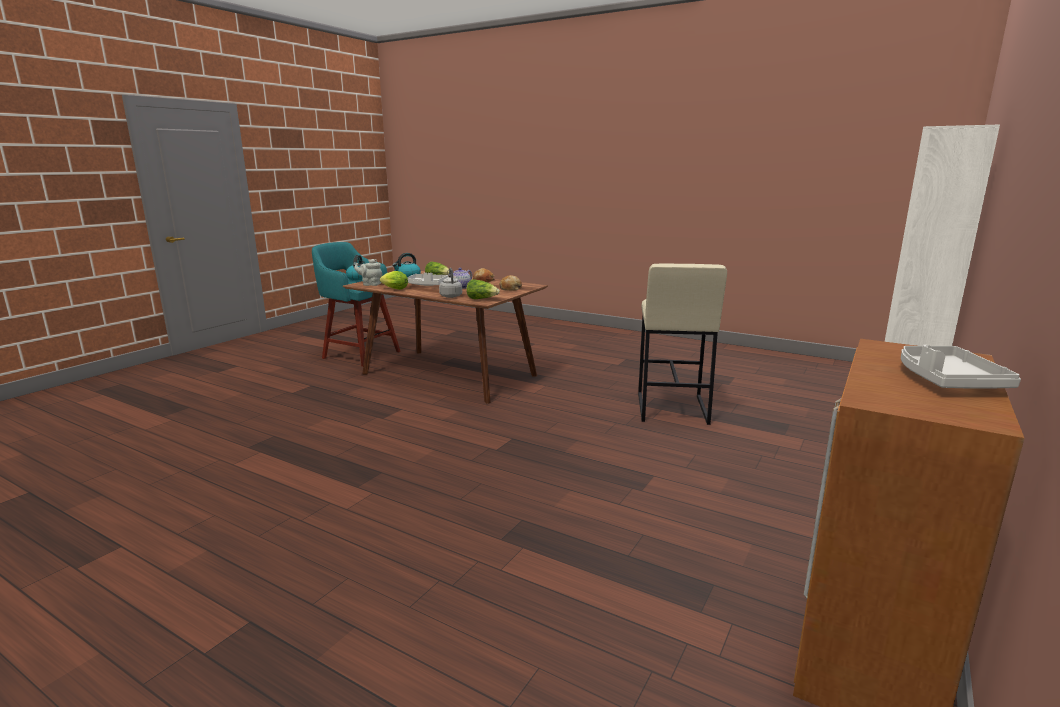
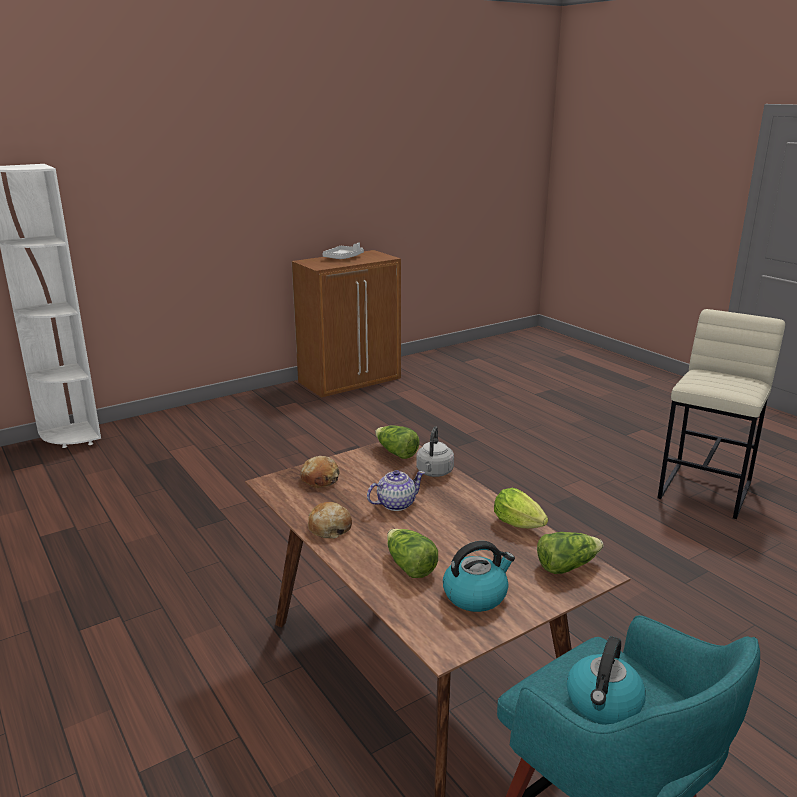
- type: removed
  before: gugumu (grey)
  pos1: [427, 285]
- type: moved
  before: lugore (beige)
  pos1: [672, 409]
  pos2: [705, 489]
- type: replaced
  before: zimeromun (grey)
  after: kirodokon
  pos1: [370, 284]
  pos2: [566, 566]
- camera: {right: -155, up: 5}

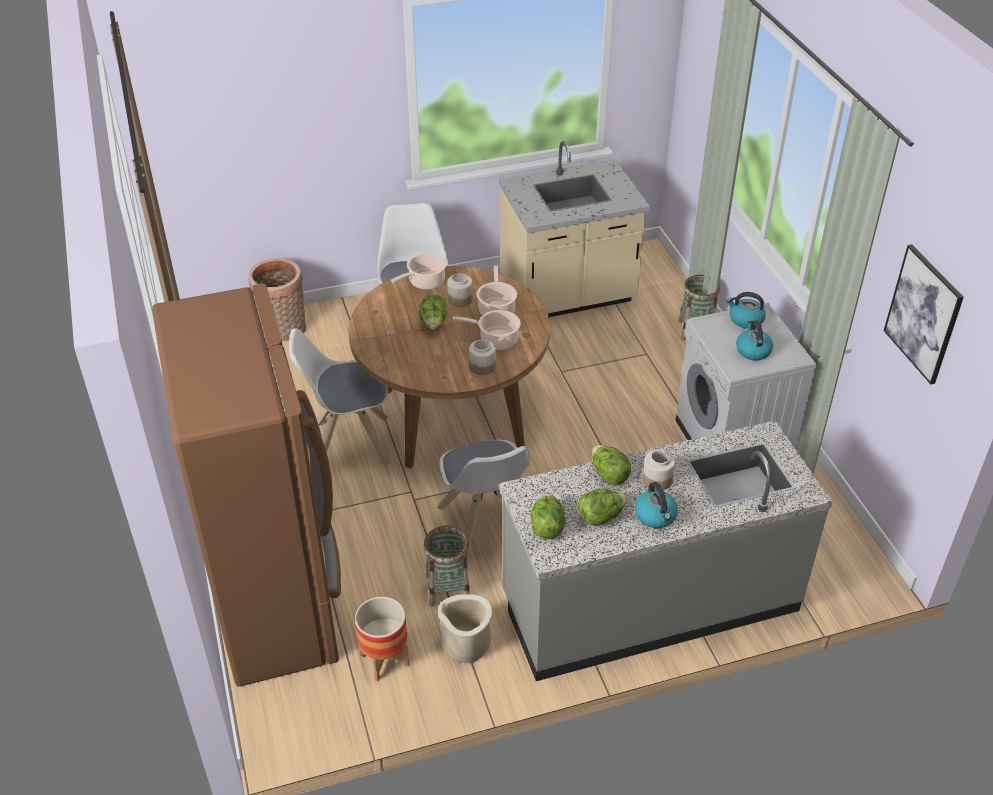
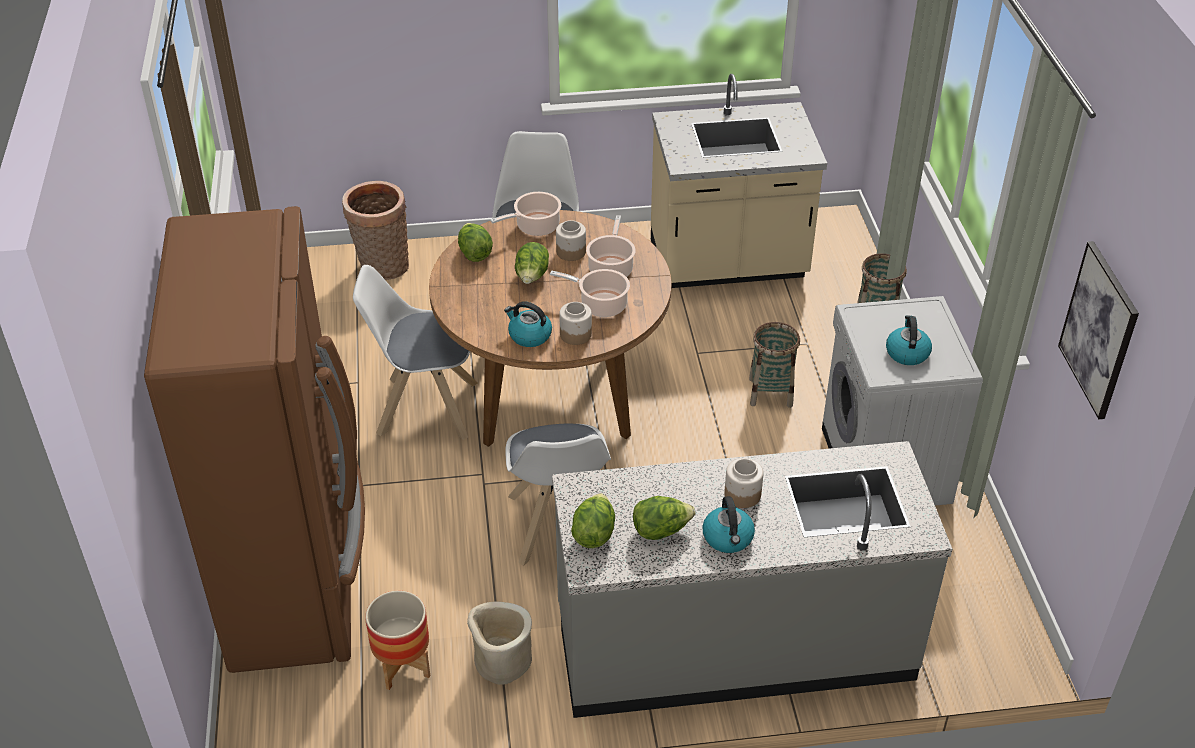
- type: moved
  before: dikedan
  pos1: [448, 588]
  pos2: [770, 392]
- type: moved
  before: kirodokon
  pos1: [609, 475]
  pos2: [474, 253]
- type: moved
  before: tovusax
  pos1: [745, 320]
  pos2: [529, 335]
- camera: {right: 10, up: 0}

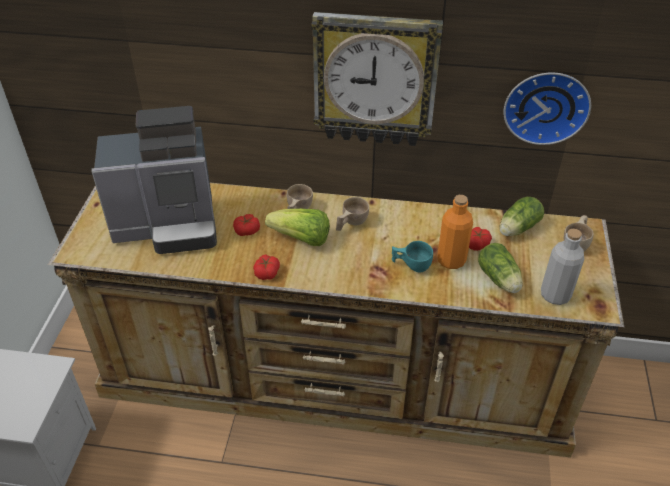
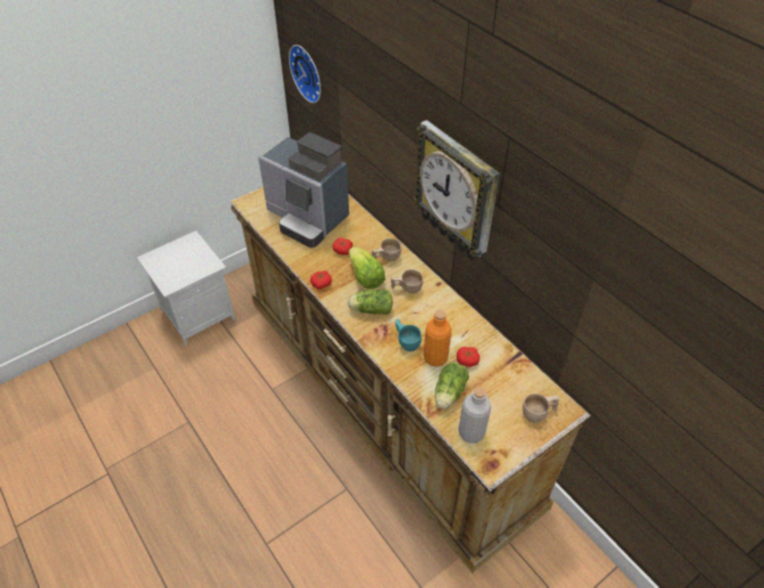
- type: moved
  before: kirodokon
  pos1: [517, 229]
  pos2: [370, 309]
- type: moved
  before: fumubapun
  pos1: [546, 106]
  pos2: [308, 72]
- camera: {right: 45, up: 5}

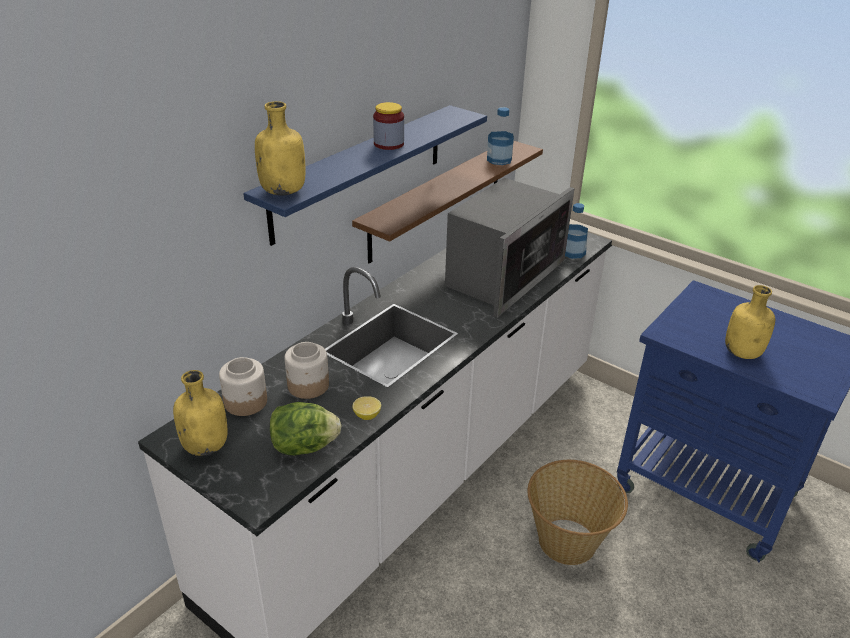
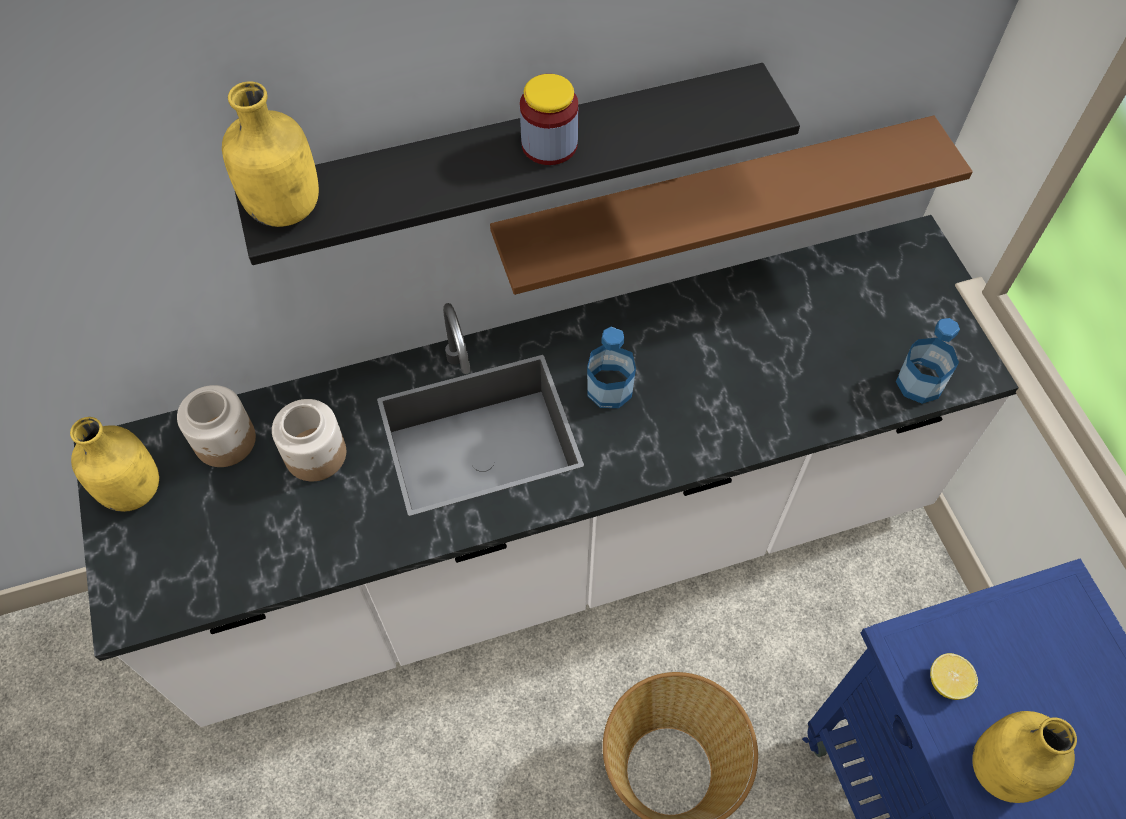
- type: removed
  before: kirodokon
  pos1: [304, 446]
- type: removed
  before: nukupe
  pos1: [503, 276]
- type: moved
  before: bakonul
  pos1: [367, 415]
  pos2: [947, 682]
- type: moved
  before: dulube
  pos1: [499, 160]
  pos2: [609, 389]
- type: recoloured
  before: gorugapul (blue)
  after: gorugapul (black)
  pos1: [360, 172]
  pos2: [511, 160]
- camera: {right: 35, up: 25}

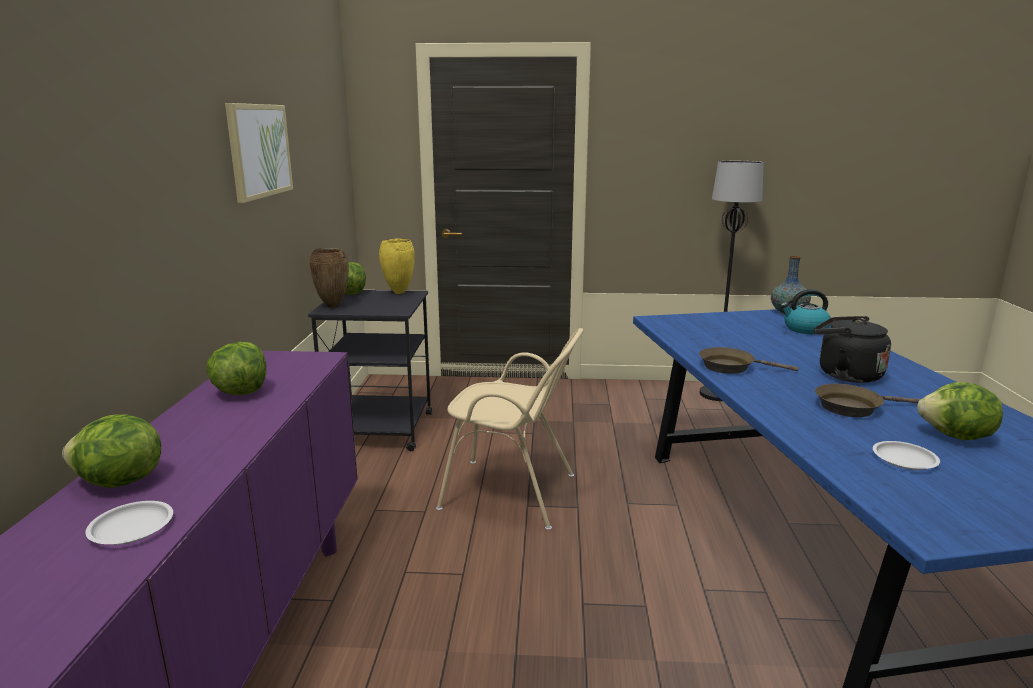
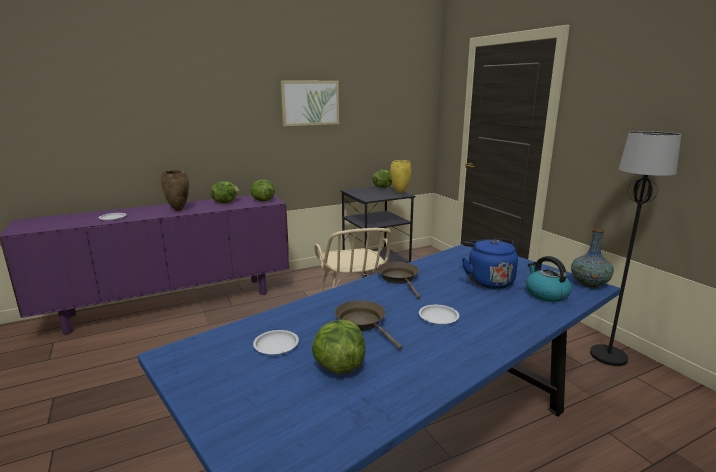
- type: added
  after: tovusax (blue)
  pos2: [488, 281]
- type: moved
  before: kirodokon
  pos1: [119, 482]
  pos2: [262, 200]
- type: moved
  before: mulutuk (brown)
  pos1: [333, 306]
  pos2: [179, 210]
- type: replaced
  before: tovusax (black)
  after: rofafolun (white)
  pos1: [845, 374]
  pos2: [438, 317]
- camera: {right: 60, up: 0}

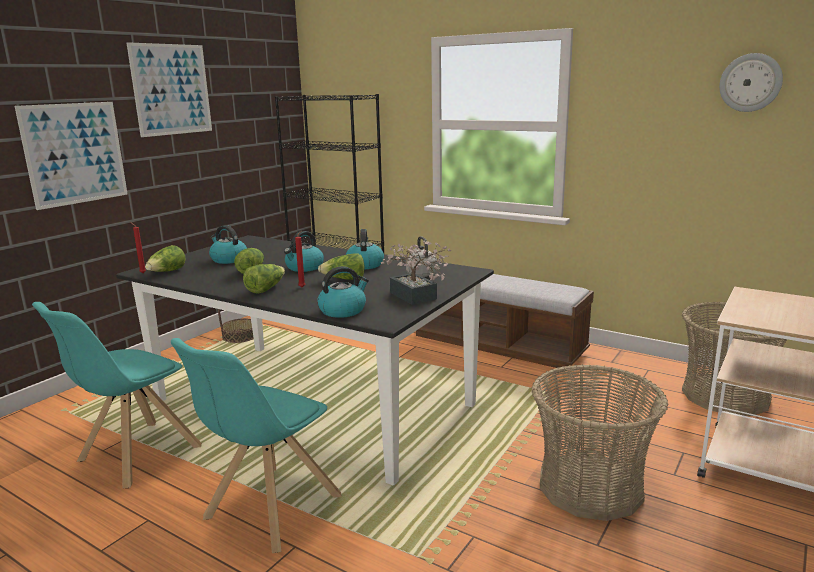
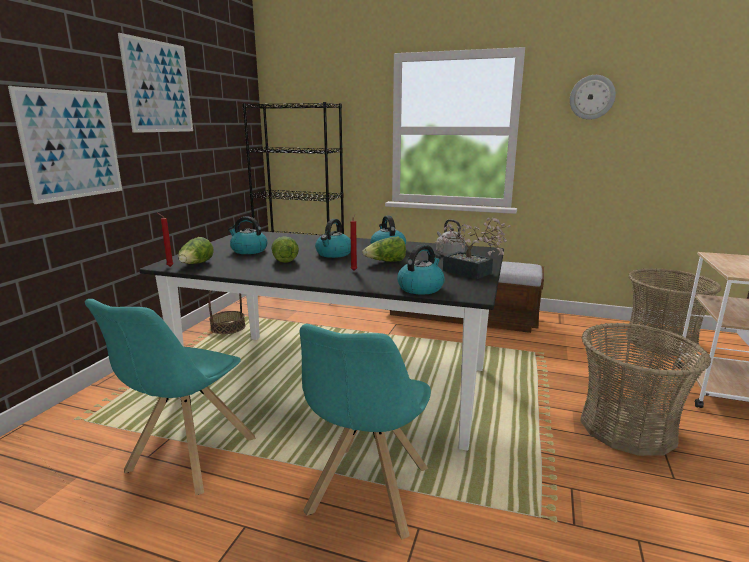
- type: removed
  before: kirodokon
  pos1: [265, 289]
- type: moved
  before: fumubapun
  pos1: [750, 82]
  pos2: [592, 97]
- camera: {right: -15, up: 0}

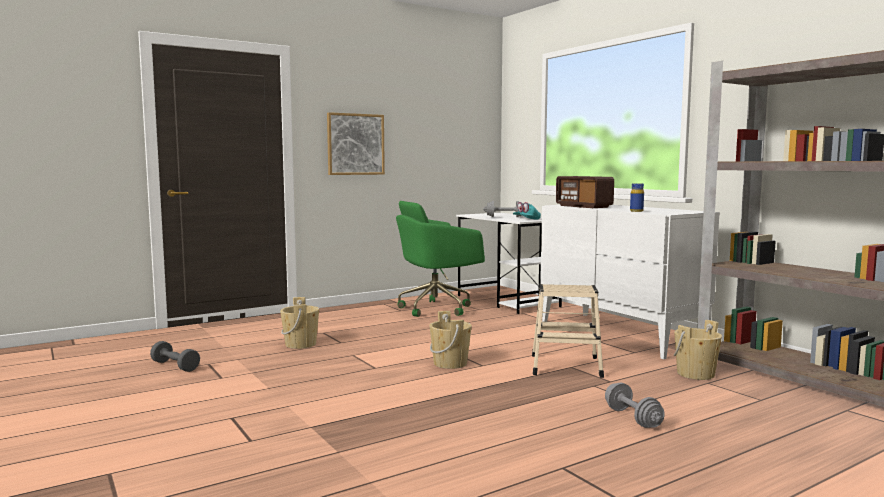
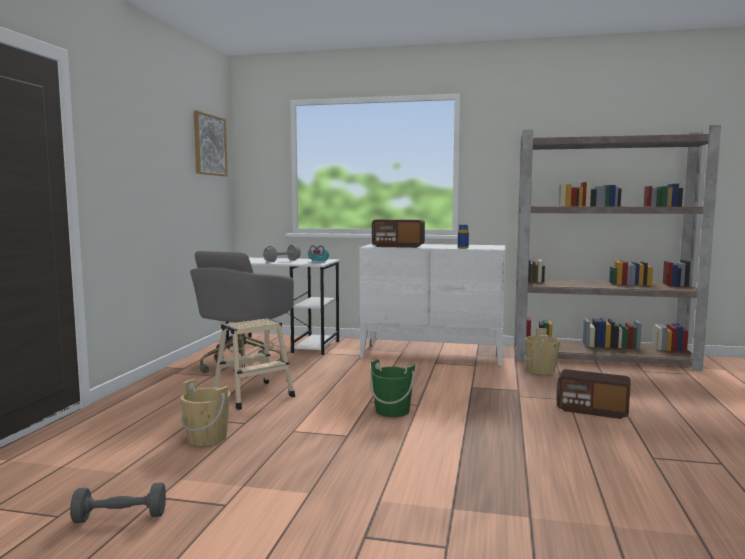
- type: moved
  before: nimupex
  pos1: [355, 144]
  pos2: [209, 145]
- type: moved
  before: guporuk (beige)
  pos1: [566, 365]
  pos2: [253, 395]
- type: replaced
  before: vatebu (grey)
  after: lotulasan
  pos1: [632, 418]
  pos2: [592, 410]
- type: recoloured
  before: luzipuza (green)
  after: luzipuza (grey)
  pos1: [438, 308]
  pos2: [244, 365]
- type: recoloured
  before: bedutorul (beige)
  after: bedutorul (green)
  pos1: [450, 363]
  pos2: [392, 411]
- camera: {right: -45, up: 0}

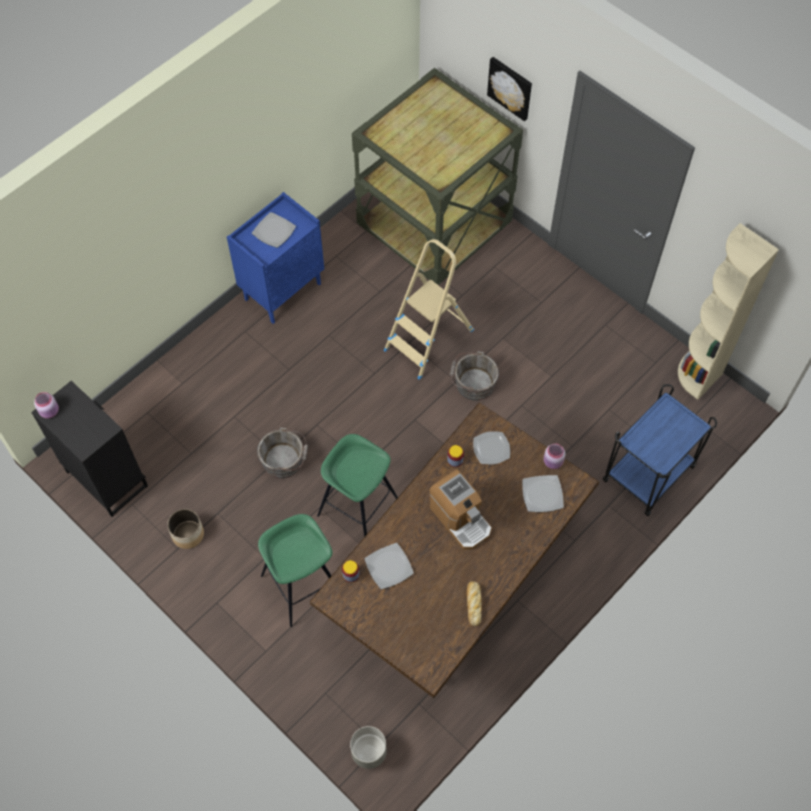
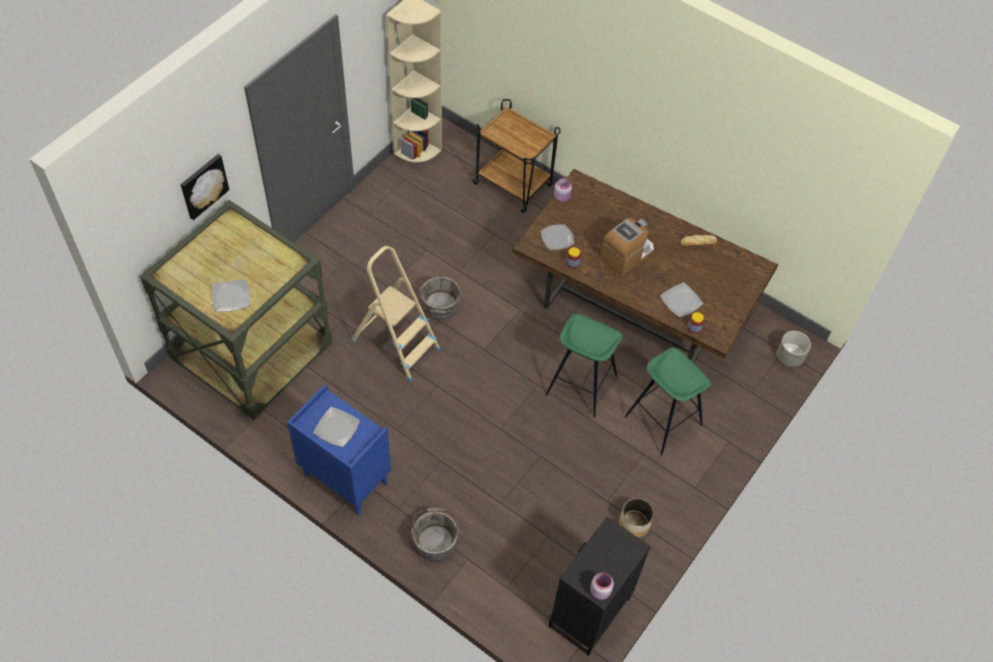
- type: moved
  before: bedutorul (grey)
  pos1: [285, 461]
  pos2: [435, 540]
- type: moved
  before: rofafolun
  pos1: [542, 495]
  pos2: [231, 297]
- type: recoloured
  before: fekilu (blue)
  after: fekilu (brown)
  pos1: [647, 474]
  pos2: [513, 185]
- camera: {right: -100, up: -5}

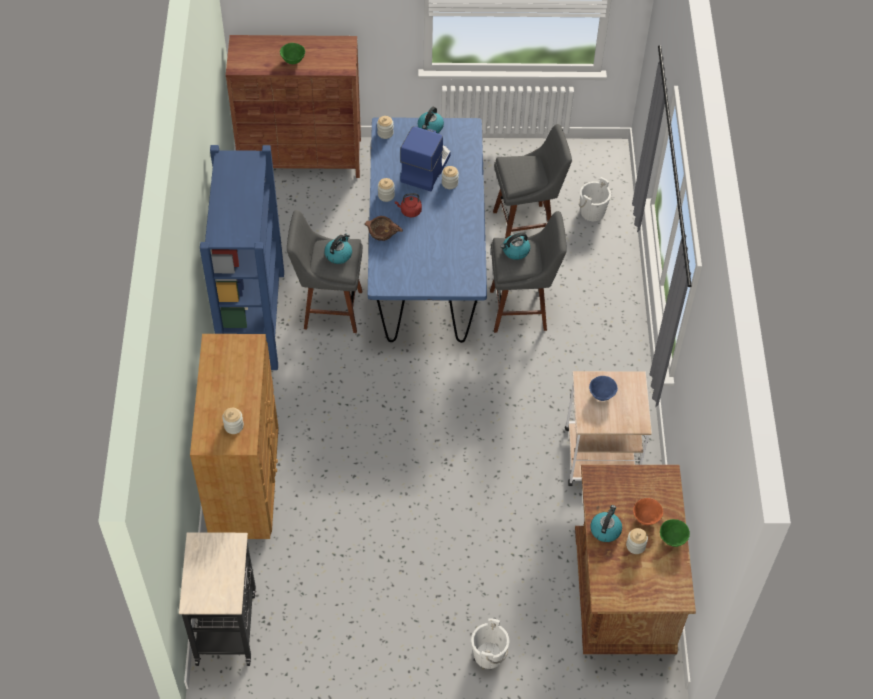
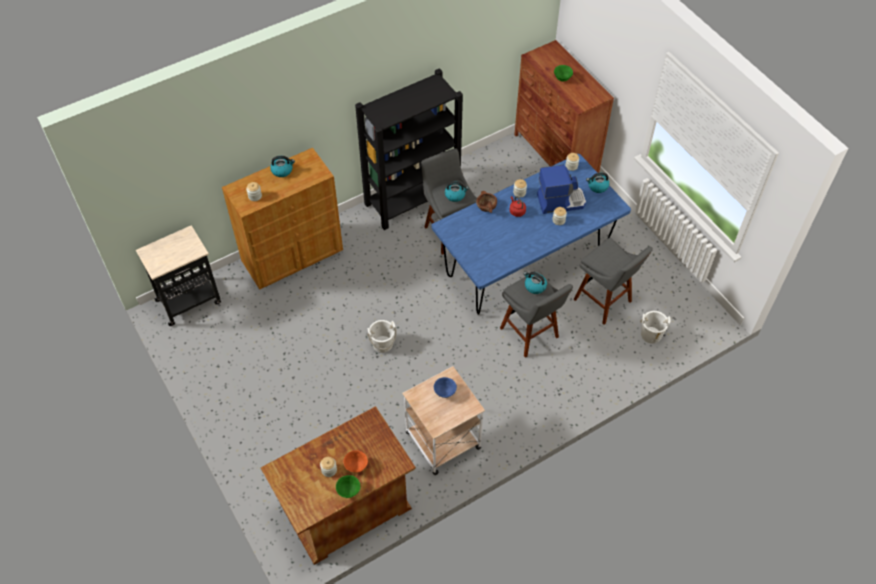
- type: moved
  before: bedutorul (white)
  pos1: [488, 655]
  pos2: [382, 344]
- type: moved
  before: tovusax
  pos1: [605, 529]
  pos2: [282, 170]
- type: recoloured
  before: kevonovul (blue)
  after: kevonovul (black)
  pos1: [253, 319]
  pos2: [412, 198]
- camera: {right: 60, up: 0}

